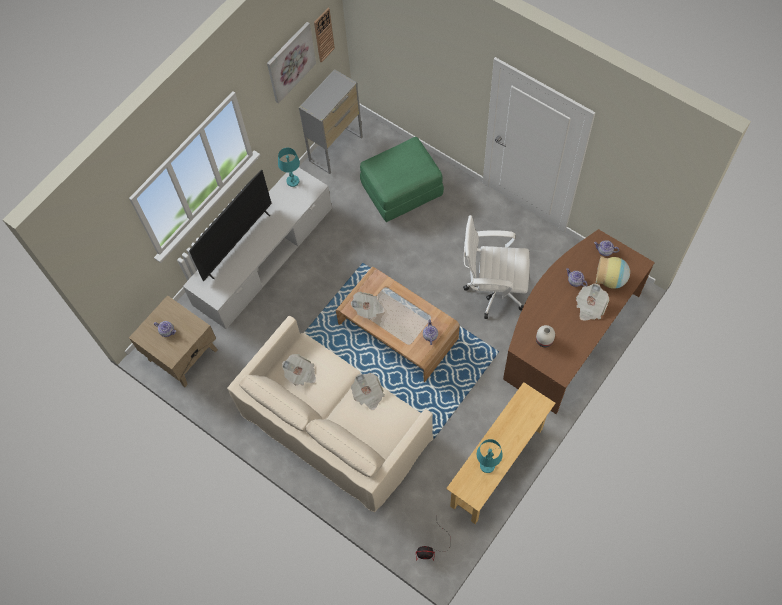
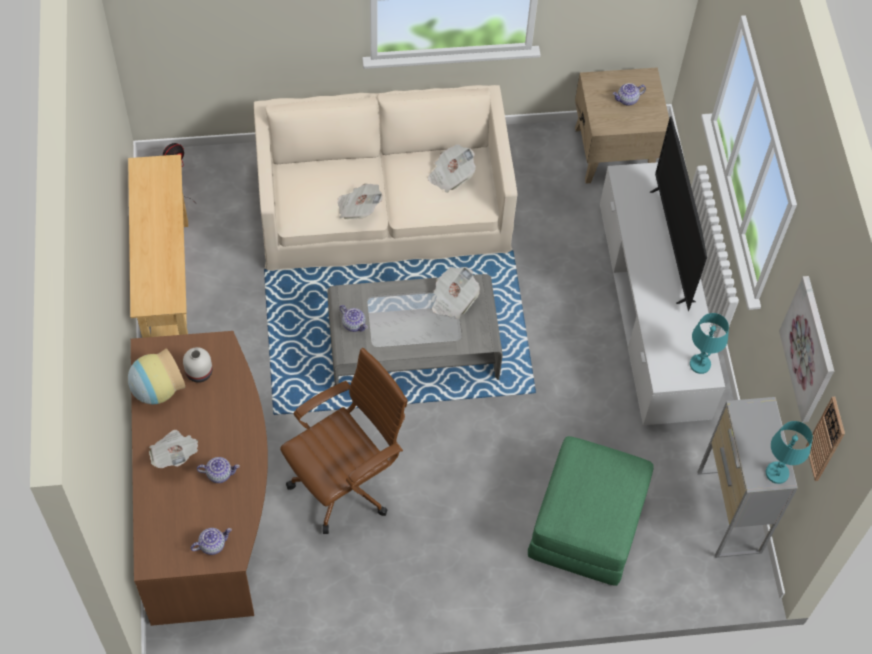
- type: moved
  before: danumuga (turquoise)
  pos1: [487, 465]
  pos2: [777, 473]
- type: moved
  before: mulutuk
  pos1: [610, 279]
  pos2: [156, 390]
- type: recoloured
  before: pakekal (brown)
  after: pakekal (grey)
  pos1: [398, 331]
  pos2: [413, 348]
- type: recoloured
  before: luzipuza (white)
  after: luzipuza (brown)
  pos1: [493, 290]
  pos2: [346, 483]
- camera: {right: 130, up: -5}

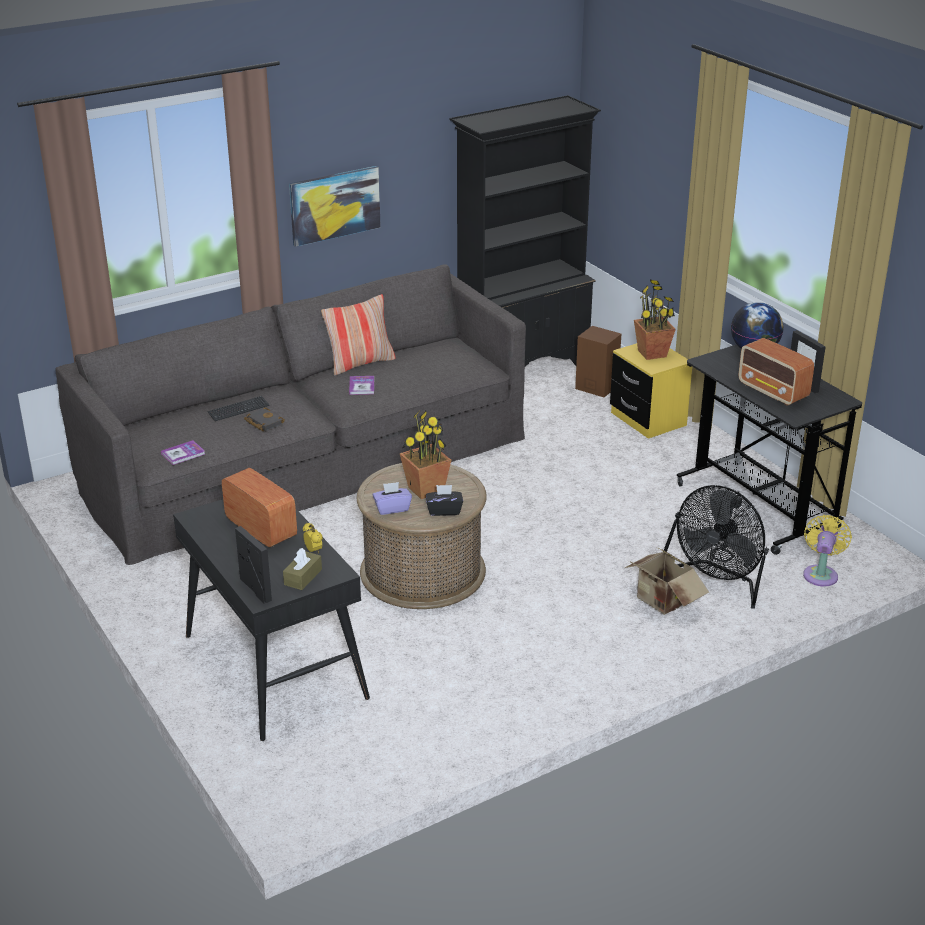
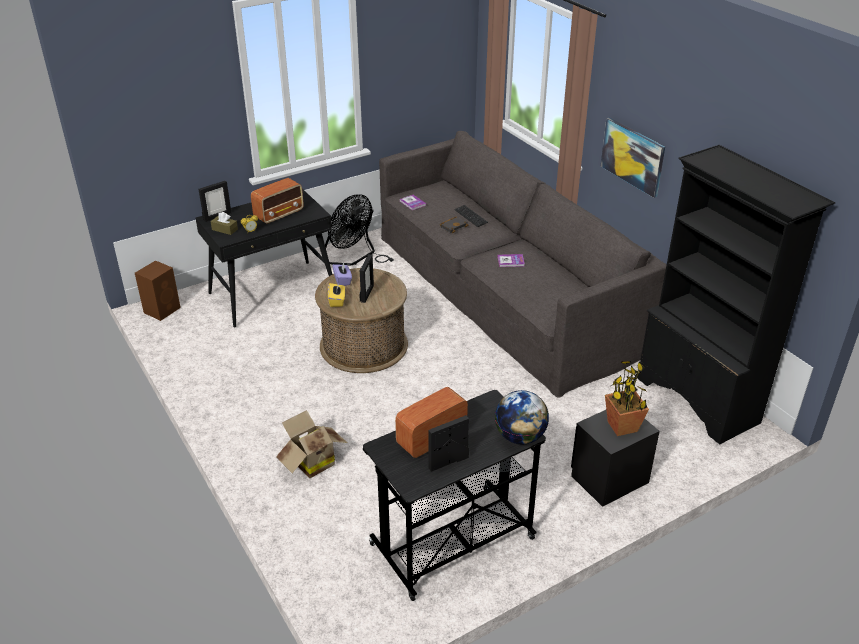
- type: removed
  before: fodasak
  pos1: [360, 363]
- type: removed
  before: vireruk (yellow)
  pos1: [821, 574]
- type: moved
  before: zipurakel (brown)
  pos1: [595, 387]
  pos2: [163, 309]
- type: moved
  before: vireruk (black)
  pos1: [716, 577]
  pos2: [358, 255]
- type: replaced
  before: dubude
  after: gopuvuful
  pos1: [425, 489]
  pos2: [366, 293]
- type: recoloured
  before: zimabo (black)
  after: zimabo (yellow)
  pos1: [444, 510]
  pos2: [337, 301]
- type: recoloured
  before: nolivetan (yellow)
  after: nolivetan (black)
  pos1: [648, 419]
  pos2: [609, 479]
- camera: {right: 90, up: 5}

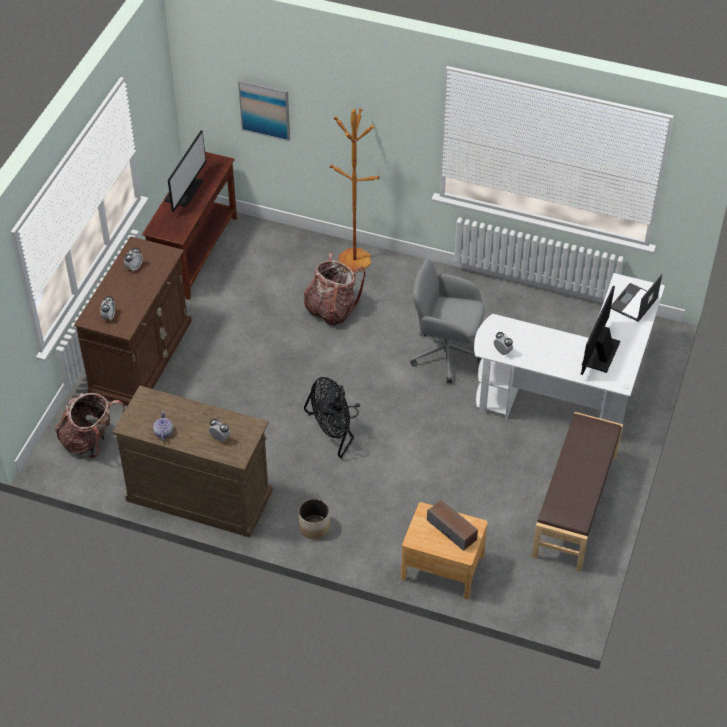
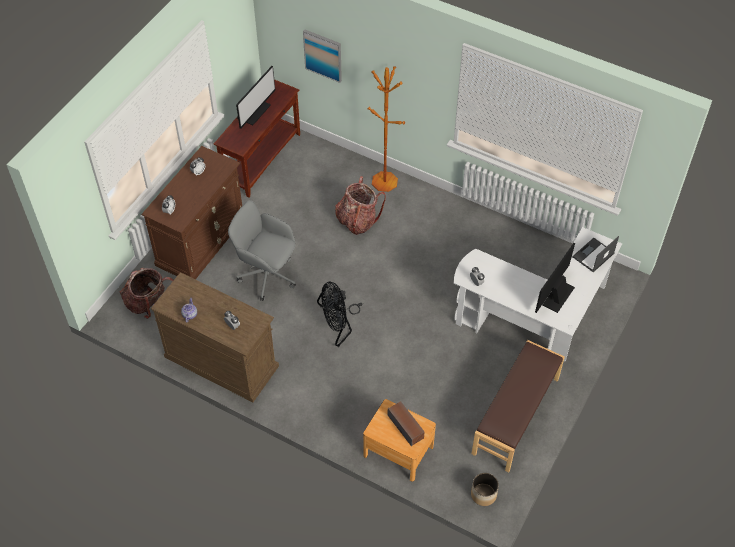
- type: moved
  before: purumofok
  pos1: [314, 527]
  pos2: [483, 495]
- type: moved
  before: luzipuza (grey)
  pos1: [446, 355]
  pos2: [268, 276]
- camera: {right: 10, up: 5}

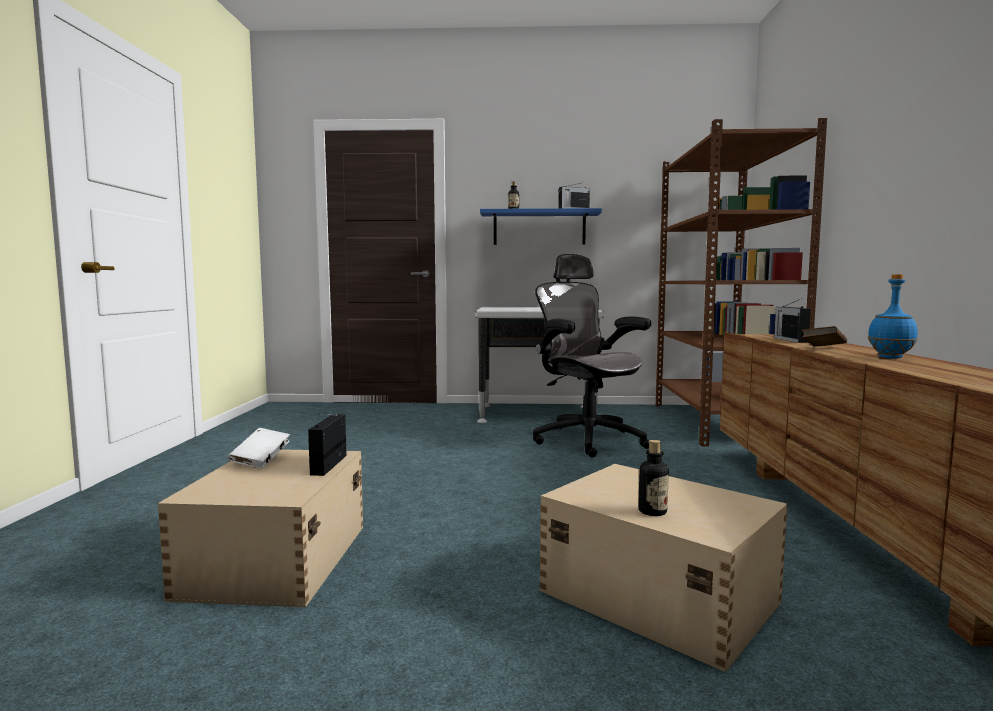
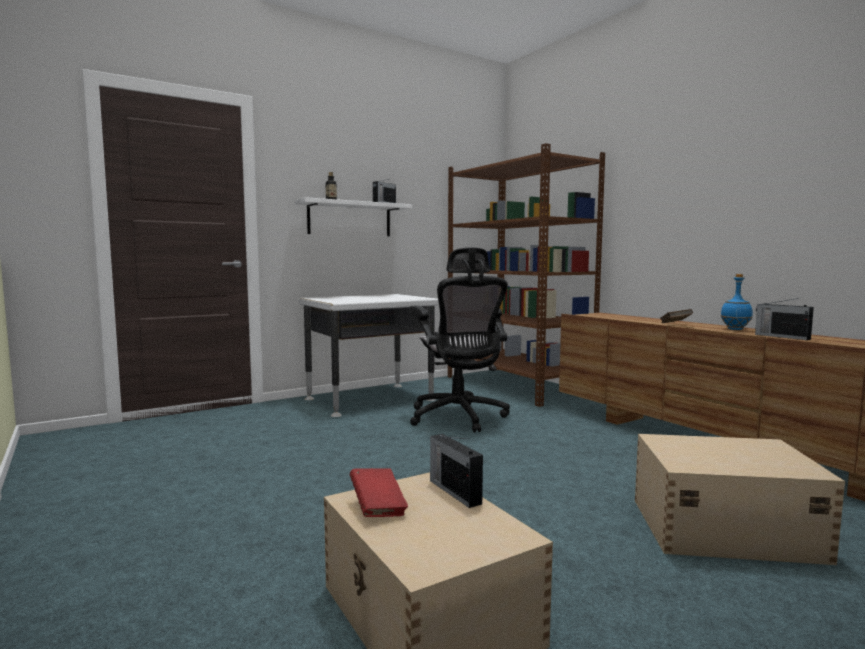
- type: removed
  before: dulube
  pos1: [652, 511]
- type: moved
  before: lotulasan
  pos1: [790, 340]
  pos2: [781, 336]
- type: recoloured
  before: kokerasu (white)
  after: kokerasu (red)
  pos1: [261, 461]
  pos2: [378, 507]
- type: recoloured
  before: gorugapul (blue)
  after: gorugapul (white)
  pos1: [539, 228]
  pos2: [349, 219]
- type: turned
  before: luzipuza
  pos1: [588, 440]
  pos2: [458, 417]
  turn: -135
- camera: {right: -35, up: 0}

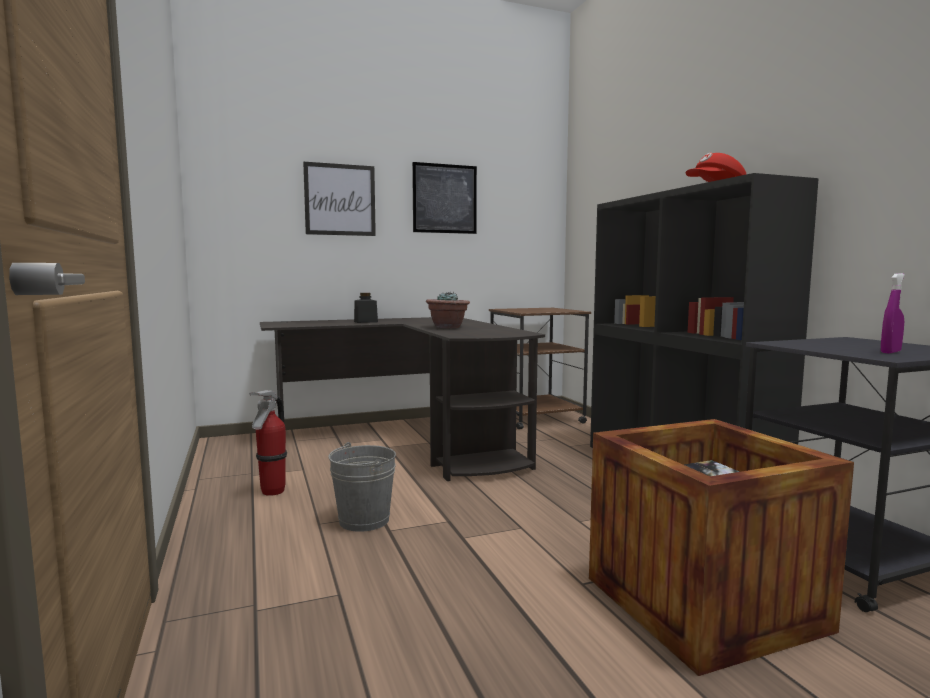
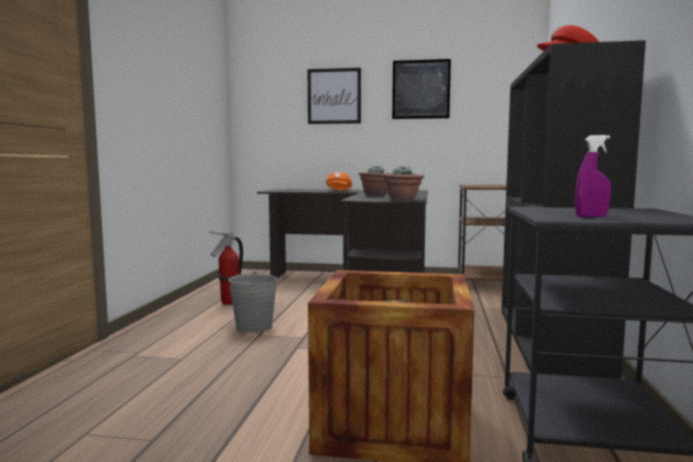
- type: added
  after: dubude
  pos2: [403, 200]
- type: replaced
  before: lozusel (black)
  after: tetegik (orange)
  pos1: [365, 322]
  pos2: [339, 191]
- camera: {right: 30, up: 0}

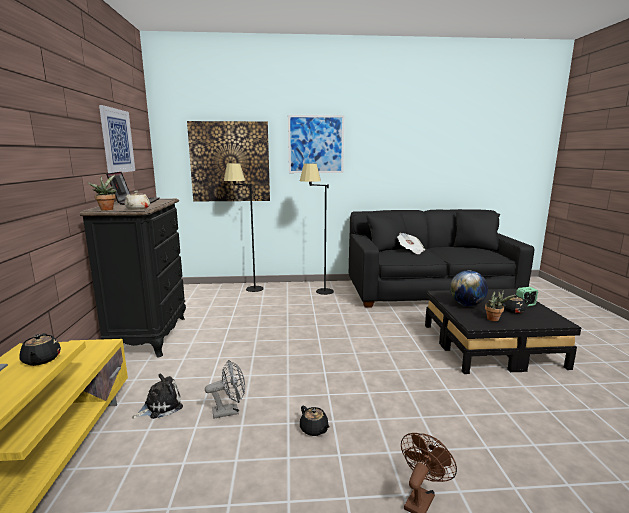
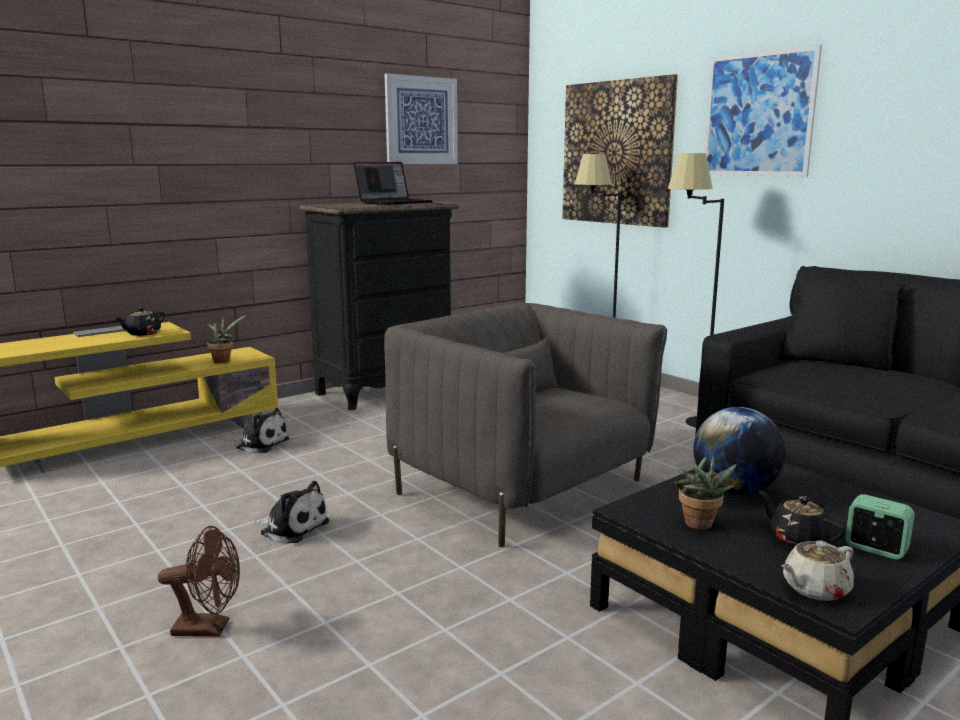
- type: removed
  before: vireruk (grey)
  pos1: [230, 411]
- type: removed
  before: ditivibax
  pos1: [410, 251]
- type: added
  after: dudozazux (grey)
  pos2: [522, 488]
- type: moved
  before: dubude
  pos1: [107, 209]
  pos2: [223, 360]
- type: moved
  before: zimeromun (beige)
  pos1: [137, 209]
  pos2: [814, 589]
- type: replaced
  before: zimeromun (black)
  after: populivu
  pos1: [314, 429]
  pos2: [292, 527]
- camera: {right: 55, up: 0}

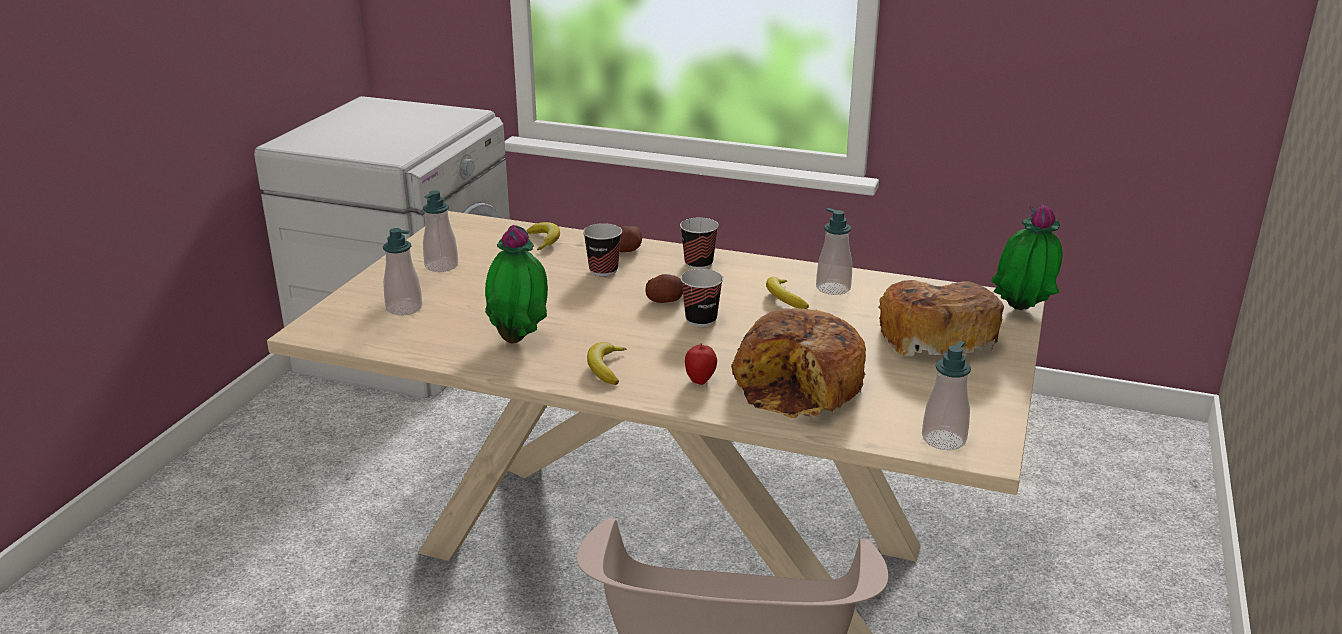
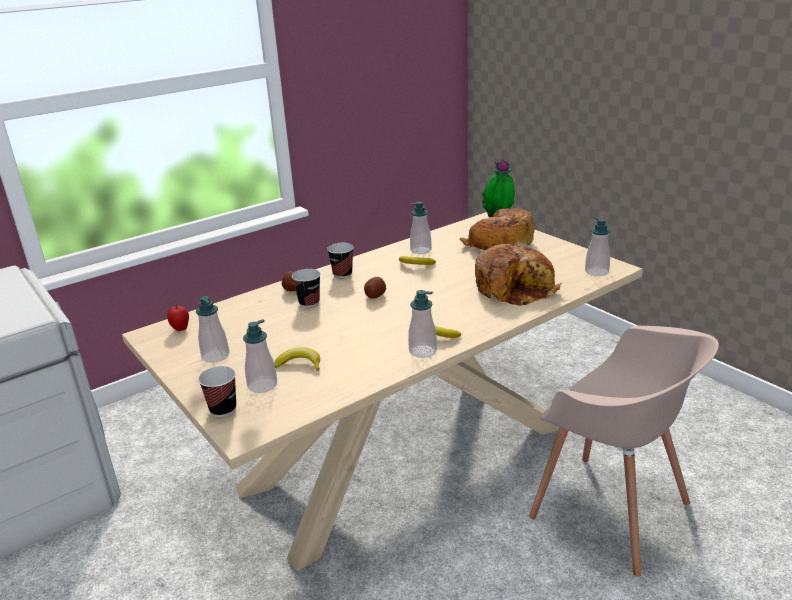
- type: removed
  before: dubude
  pos1: [520, 339]
- type: added
  after: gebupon
  pos2: [422, 351]
- type: moved
  before: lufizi
  pos1: [544, 240]
  pos2: [300, 364]
- type: moved
  before: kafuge
  pos1: [701, 320]
  pos2: [223, 409]
- type: moved
  before: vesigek
  pos1: [700, 380]
  pos2: [180, 328]
- camera: {right: -55, up: 0}

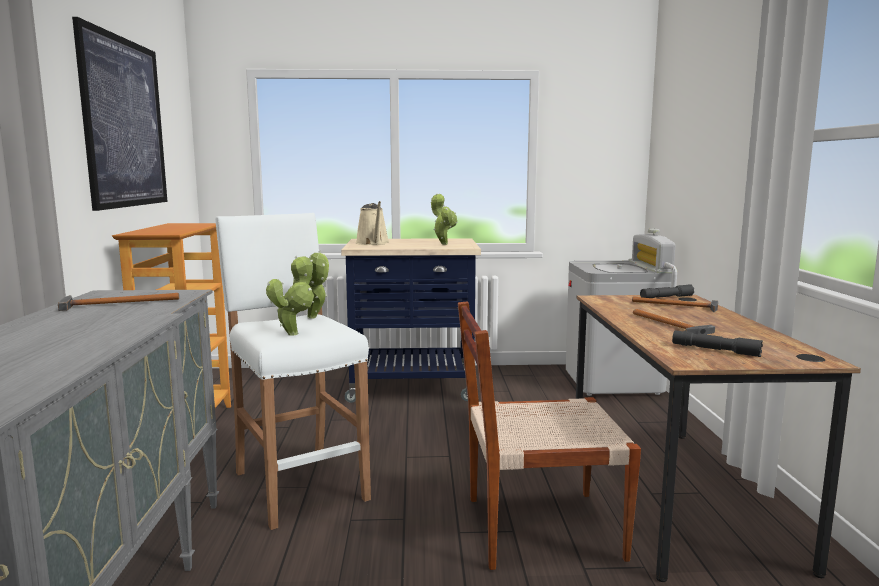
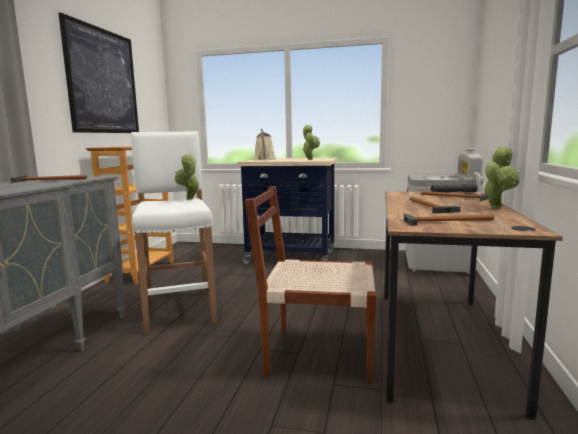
- type: moved
  before: dubude
  pos1: [295, 333]
  pos2: [497, 207]
- type: replaced
  before: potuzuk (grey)
  after: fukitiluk
  pos1: [715, 350]
  pos2: [443, 221]
- camera: {right: 15, up: 0}

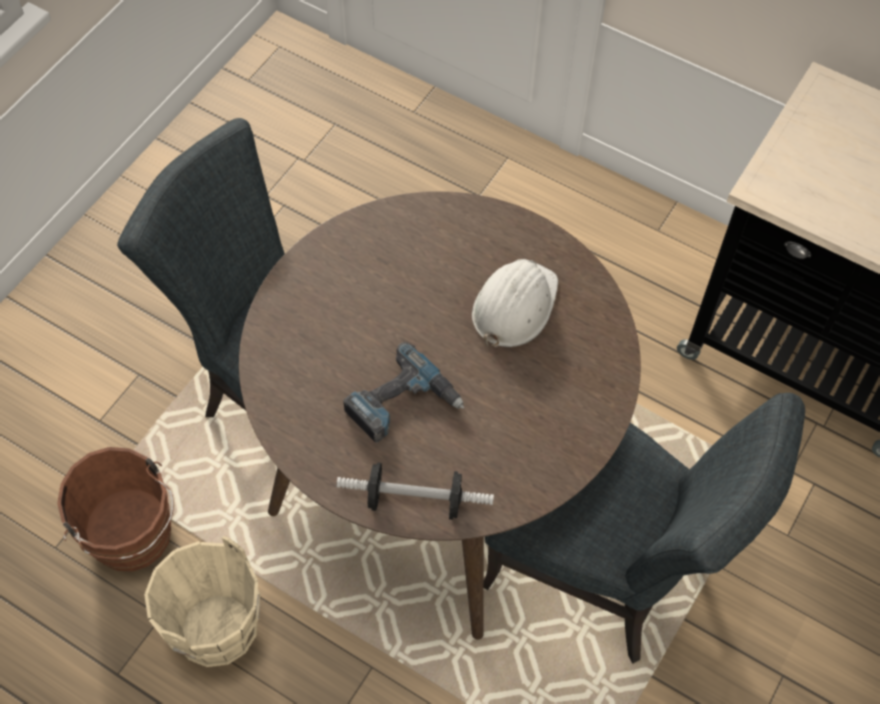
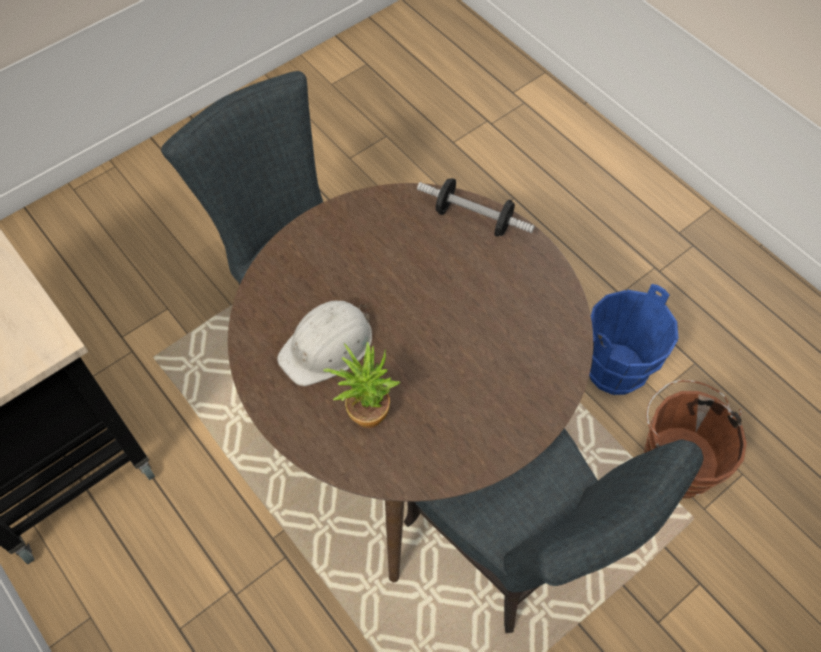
- type: removed
  before: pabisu
  pos1: [403, 404]
- type: added
  after: dubude
  pos2: [365, 408]
- type: recoloured
  before: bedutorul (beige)
  after: bedutorul (blue)
  pos1: [217, 630]
  pos2: [615, 370]
- camera: {right: -160, up: 0}

